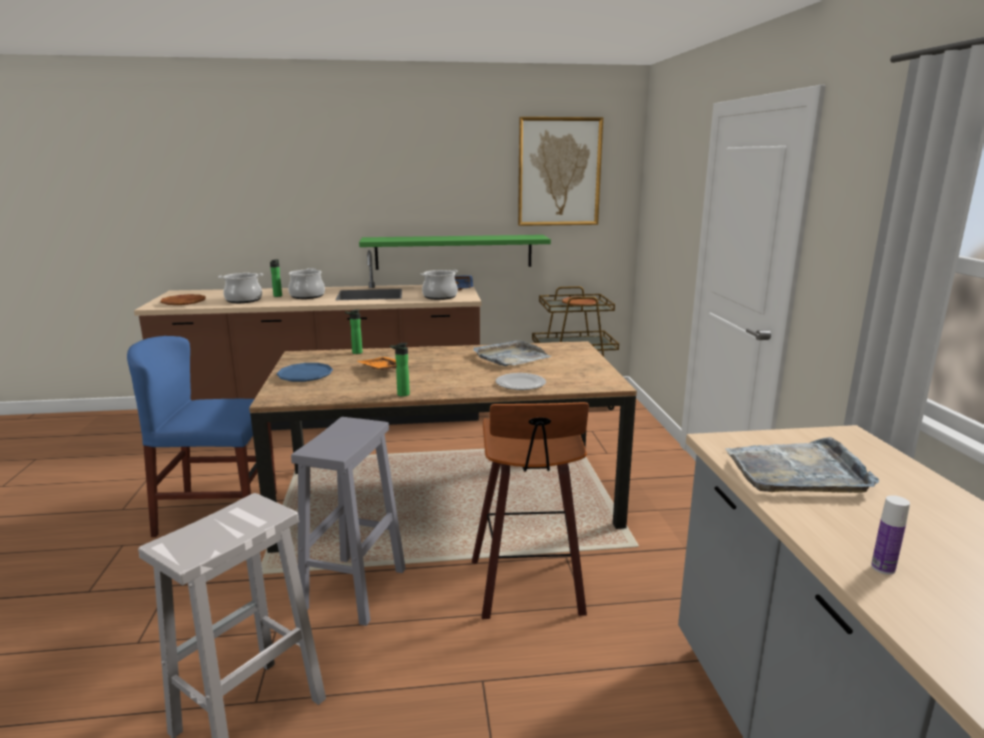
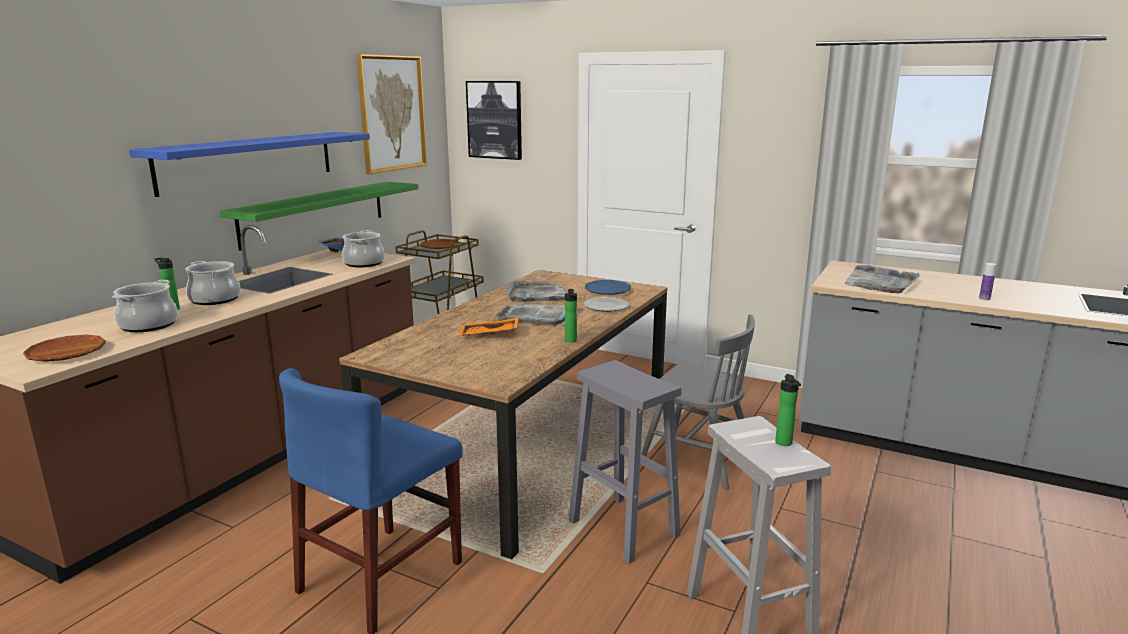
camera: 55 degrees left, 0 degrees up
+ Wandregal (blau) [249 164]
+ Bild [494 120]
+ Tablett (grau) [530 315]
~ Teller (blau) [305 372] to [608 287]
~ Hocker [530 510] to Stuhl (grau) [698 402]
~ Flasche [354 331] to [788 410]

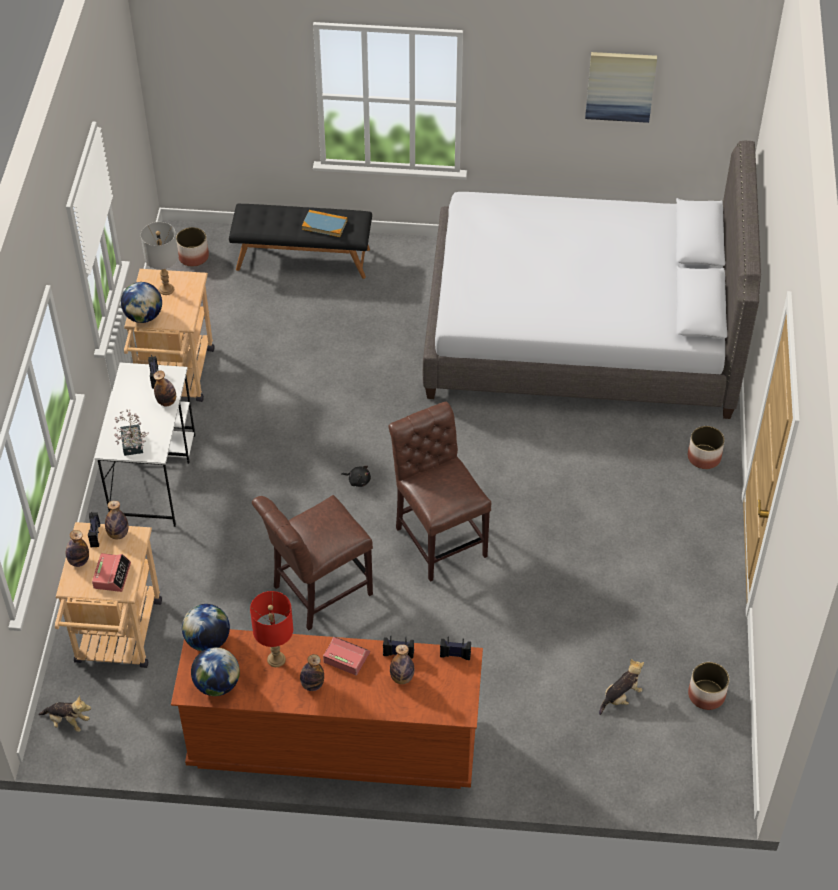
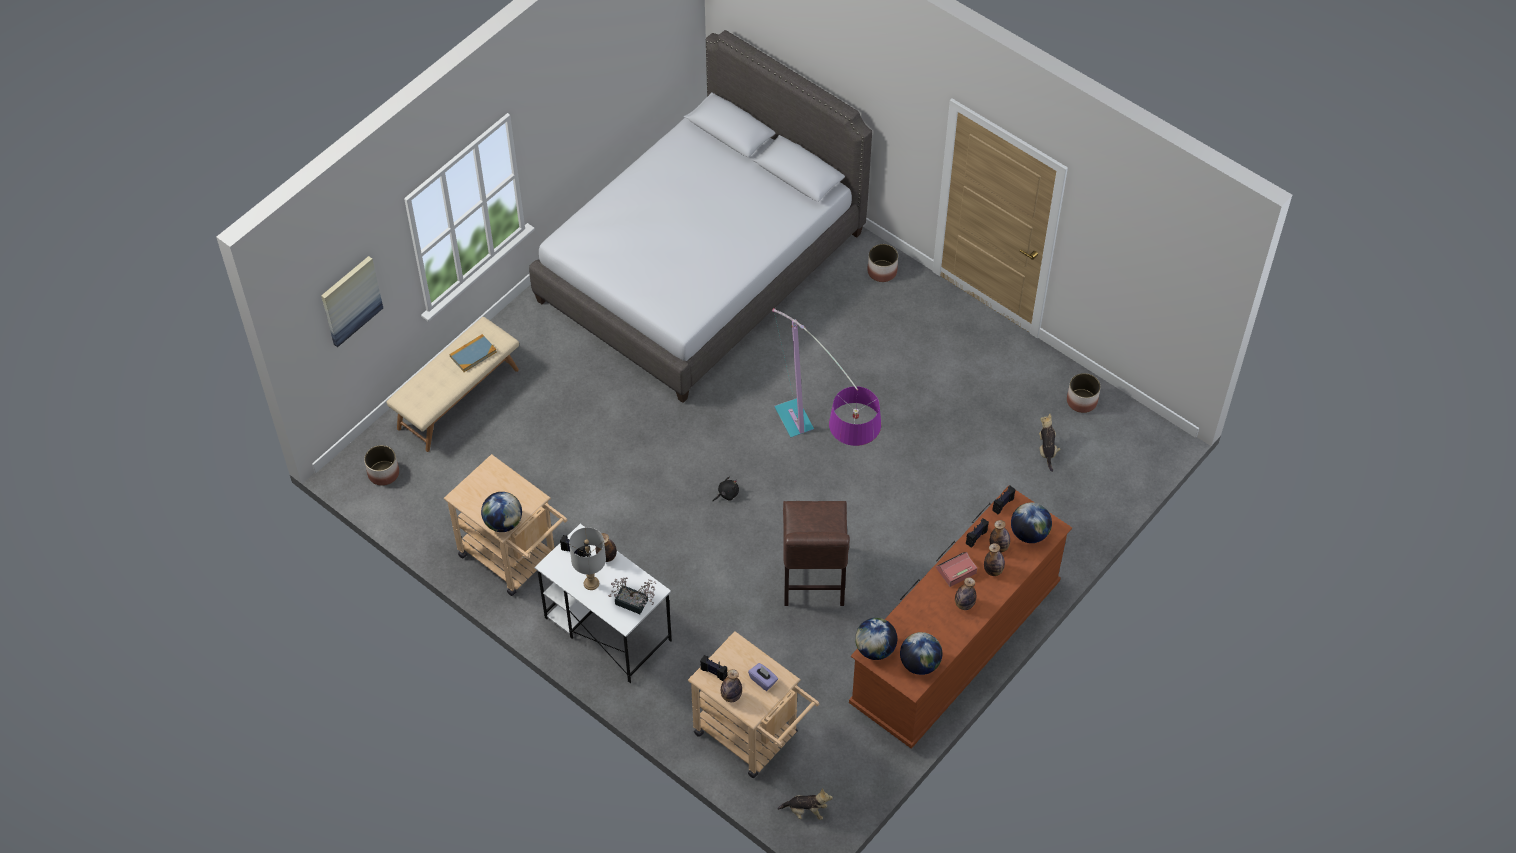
camera: 55 degrees left, 5 degrees up
~ Bild [621 87] to [352 301]
~ Bank (schwarz) [300 241] to Bank (beige) [453 384]
~ Tischlampe (grau) [160 258] to [587 558]
~ Wecker [111 572] to Taschentuchbox (lila) [763 677]
~ Stuhl (braun) [439 492] to Stehlampe [826 377]
~ Plüschtier [64 713] = [805 804] 45 degrees clockwise
~ Flasche [116 520] to [994 559]
+ Globus [1031 522]
- Tischlampe (rot) [271 629]

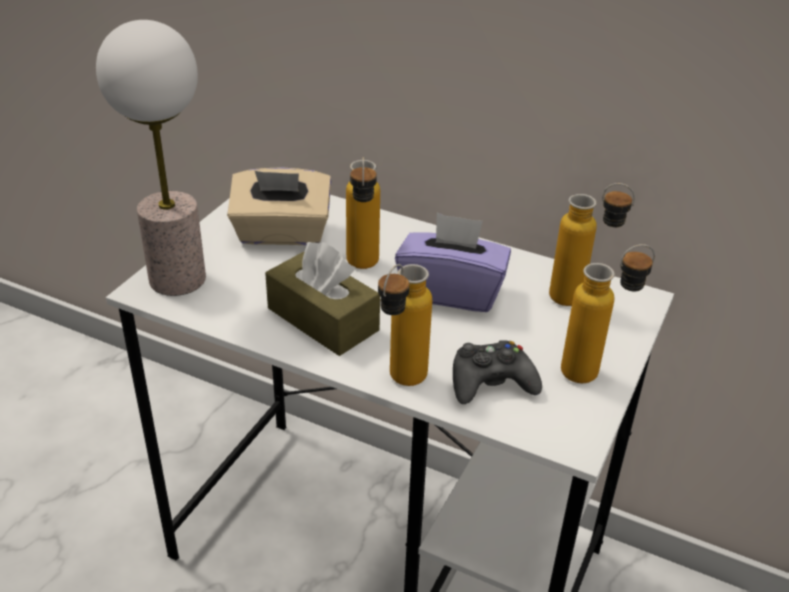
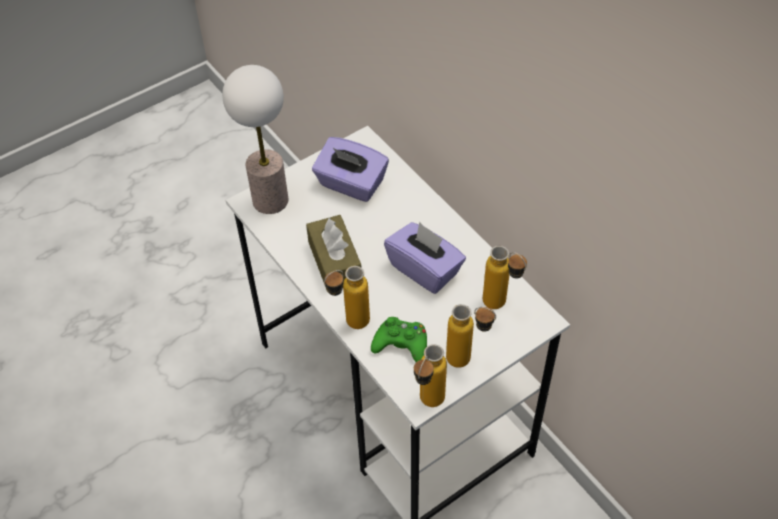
camera: 30 degrees right, 15 degrees up
~ Taschentuchbox (beige) [279 206] to Taschentuchbox (lila) [350 169]
~ Gamepad (schwarz) [497 372] to Gamepad (grün) [399 339]
~ Flasche [363 213] to [430 375]

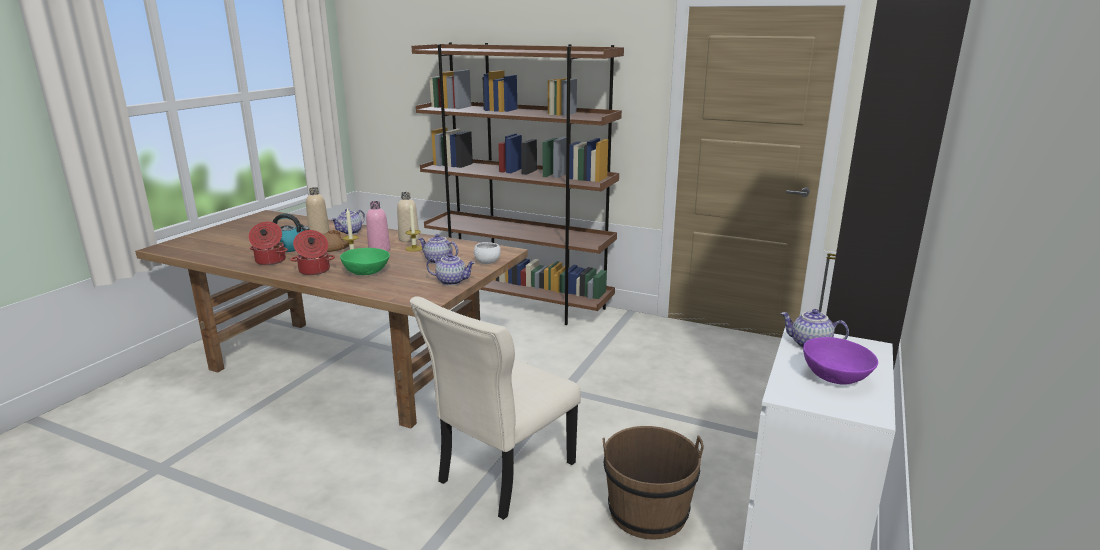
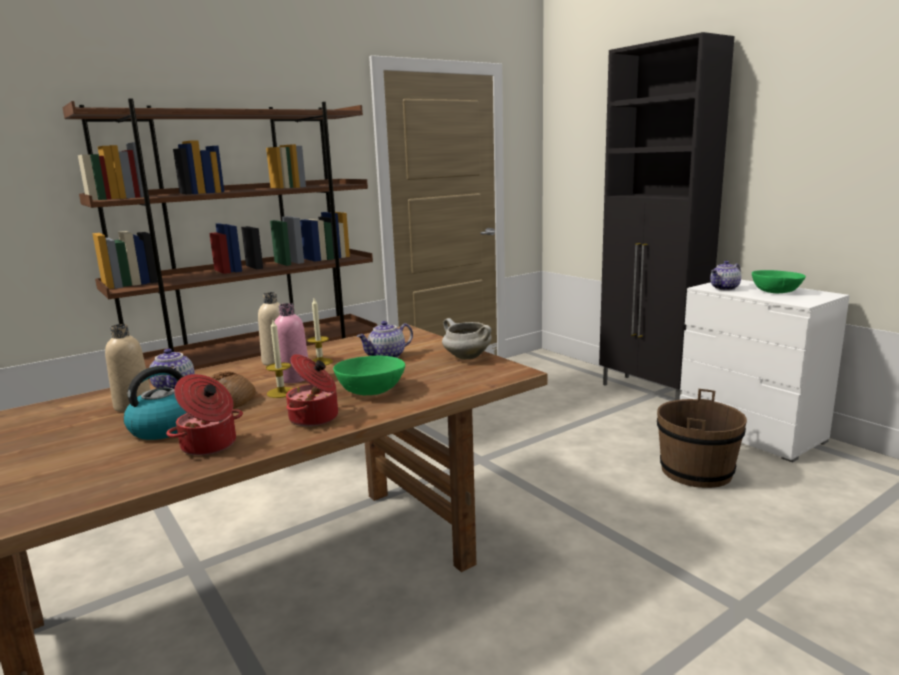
camera: 60 degrees left, 5 degrees down
~ Teekanne [450 269] to Kochtopf (weiß) [467 339]
~ Schüssel (lila) [840 361] to Schüssel (grün) [779 281]
- Stuhl (beige) [495 408]
- Schüssel (weiß) [487 253]

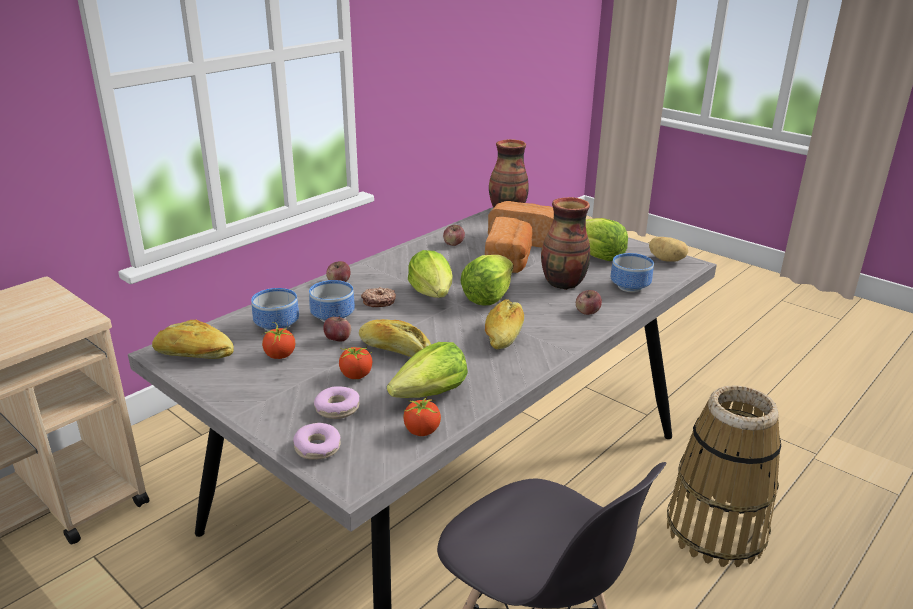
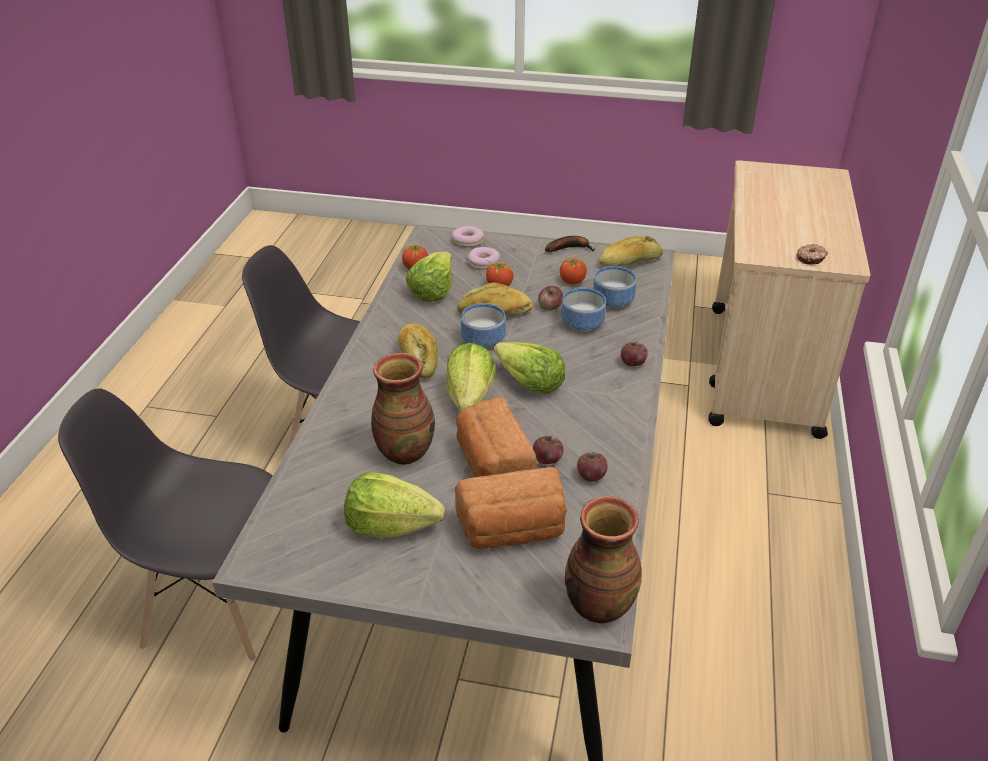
camera: 150 degrees right, 10 degrees up
~ Korb [724 476] to Stuhl (grau) [165 525]
~ Schüssel [632 272] to [483 326]
~ Apfel [589 302] to [548 450]
+ Banane [570 244]
~ Donut [378 297] to [812 254]
- Kartoffel [668 249]

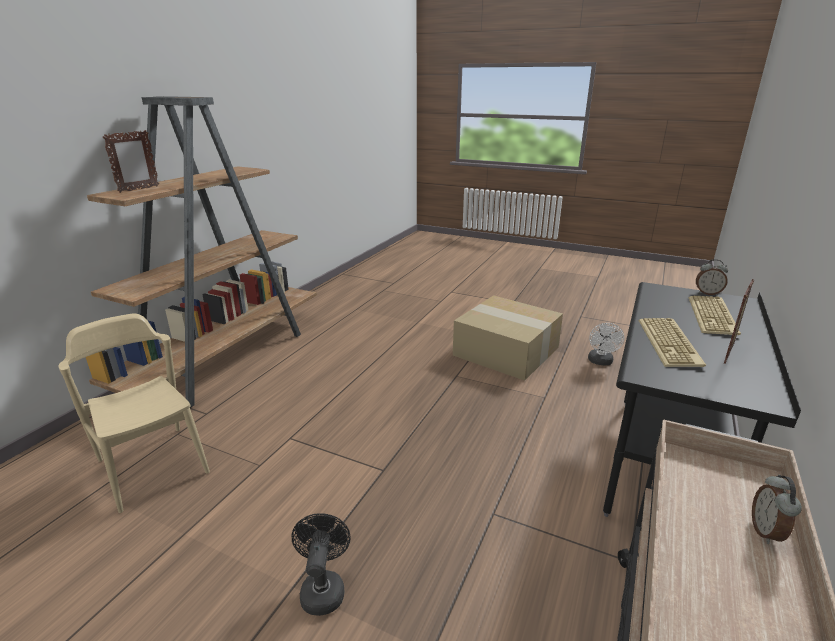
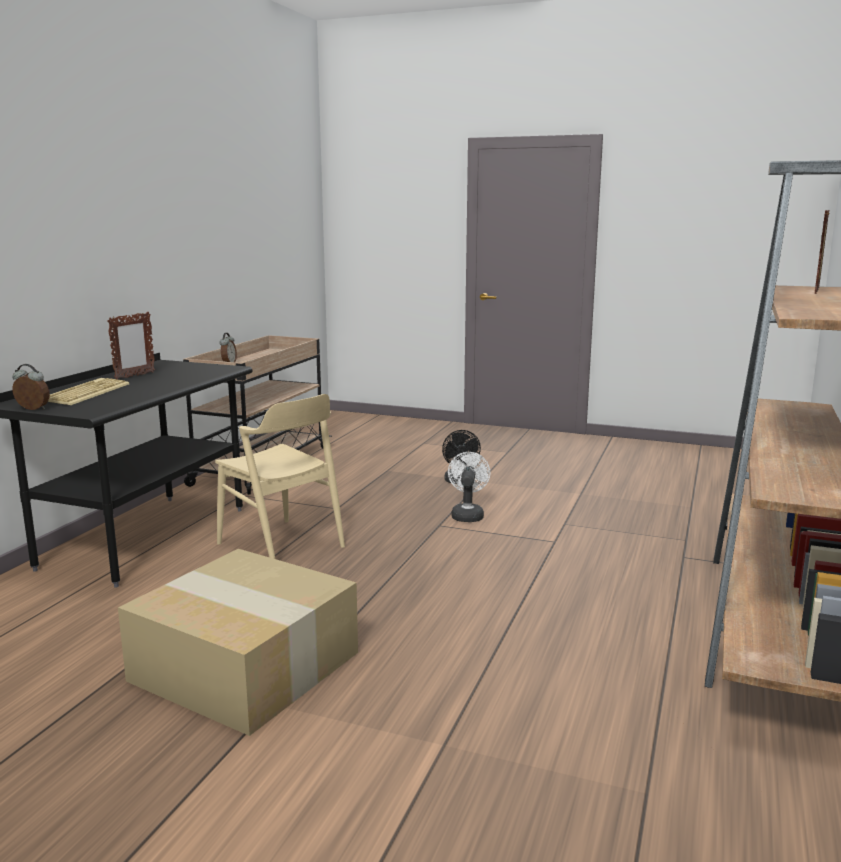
camera: 175 degrees right, 10 degrees down
~ Stuhl (beige) [134 413] to [280 476]
~ Ventilator (weiß) [606 344] to [469 487]
- Tastatur [672 342]

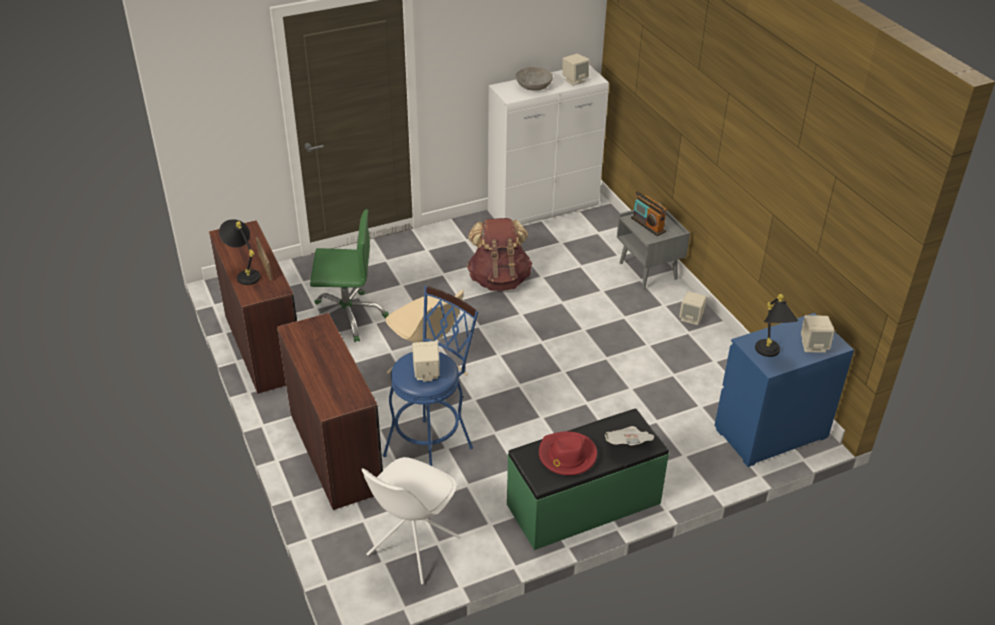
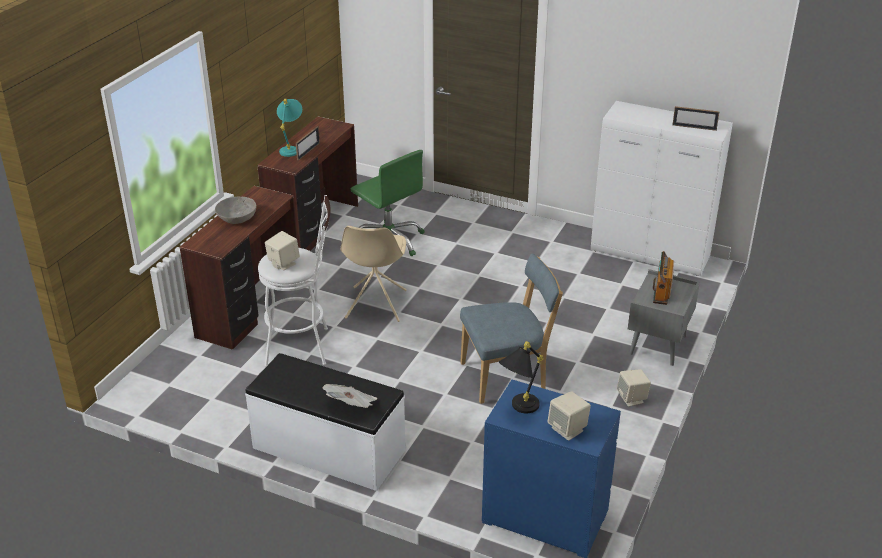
camera: 50 degrees right, 5 degrees down
~ Schüssel (grau) [534 78] to [235 210]
~ Bank (grün) [588 479] to Bank (weiß) [325 422]
~ Hocker (blau) [430 376] to Hocker (weiß) [294 281]
~ Tischlampe (schwarz) [239 252] to Tischlampe (türkis) [289 128]
+ Stuhl (blau) [511 329]
~ Lautsprecher (beige) [575 70] to Bilderrahmen [696 118]
- Stuhl (weiß) [411 520]
- Rucksack (braun) [500 254]
- Hut (rot) [568 453]

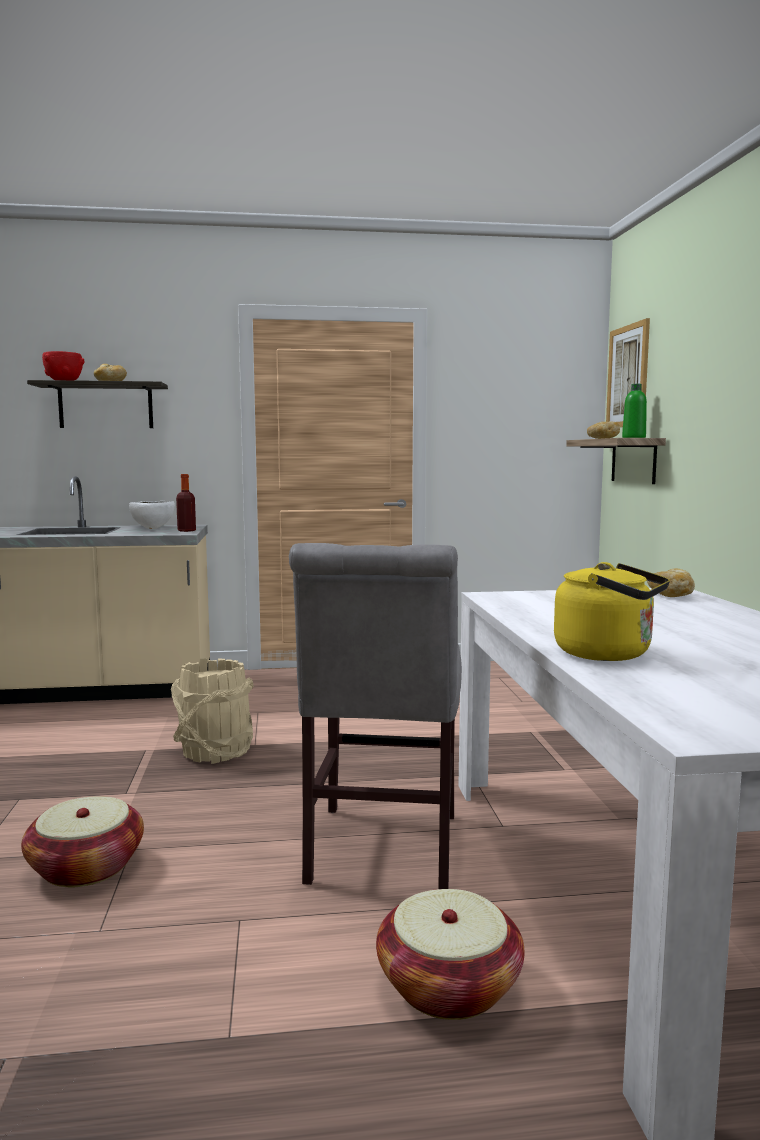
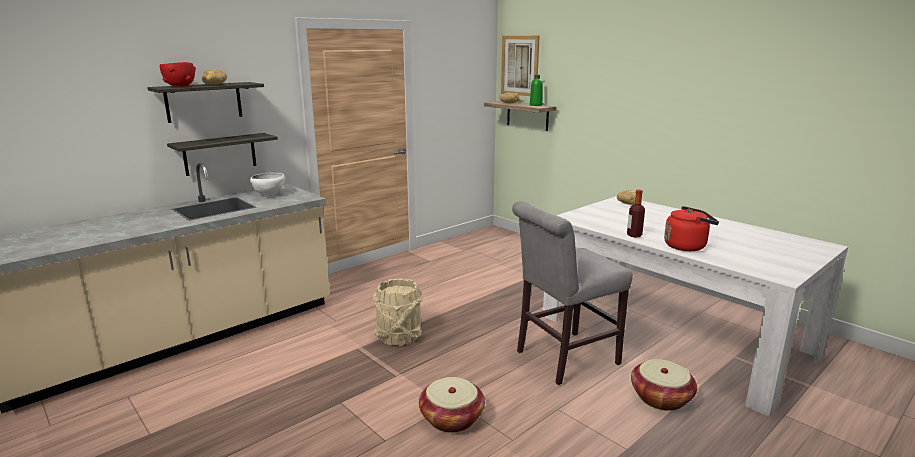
camera: 35 degrees left, 10 degrees up
+ Wandregal [222 154]
~ Stuhl (grau) [375 716] = [572 293] 90 degrees clockwise
~ Flasche [186 503] to [636 214]
~ Wasserkessel (gelb) [612 611] to Wasserkessel (rot) [691 228]

